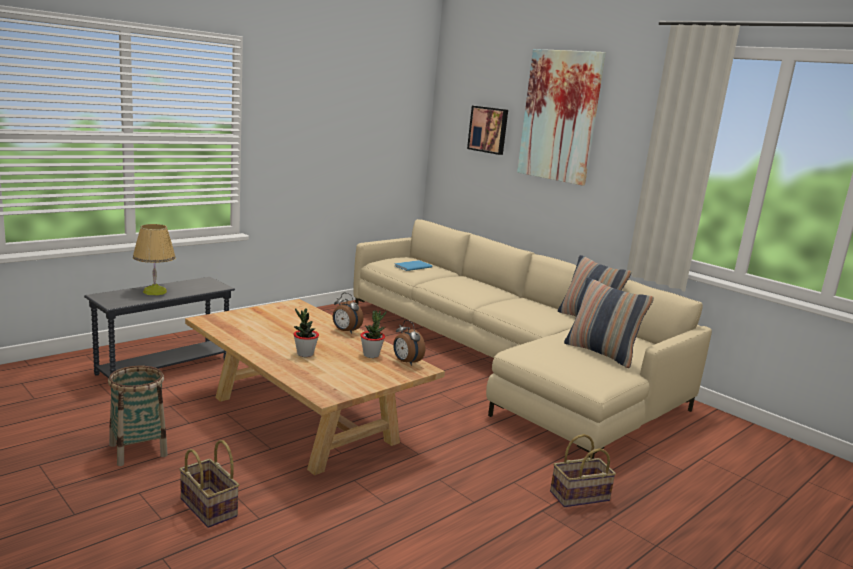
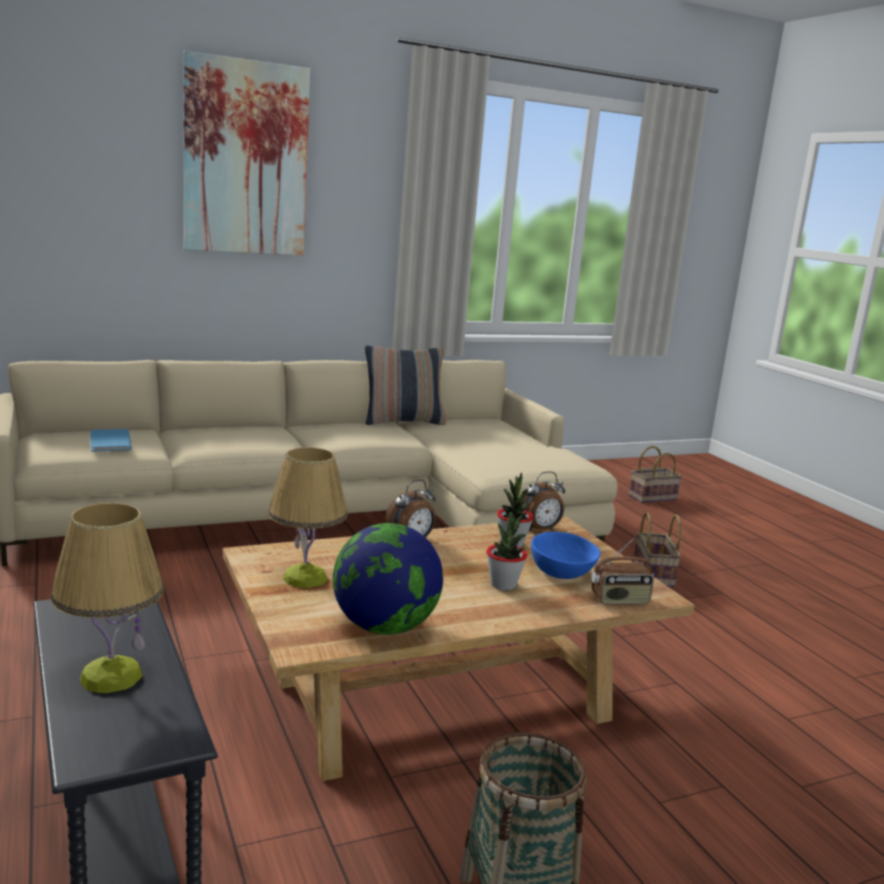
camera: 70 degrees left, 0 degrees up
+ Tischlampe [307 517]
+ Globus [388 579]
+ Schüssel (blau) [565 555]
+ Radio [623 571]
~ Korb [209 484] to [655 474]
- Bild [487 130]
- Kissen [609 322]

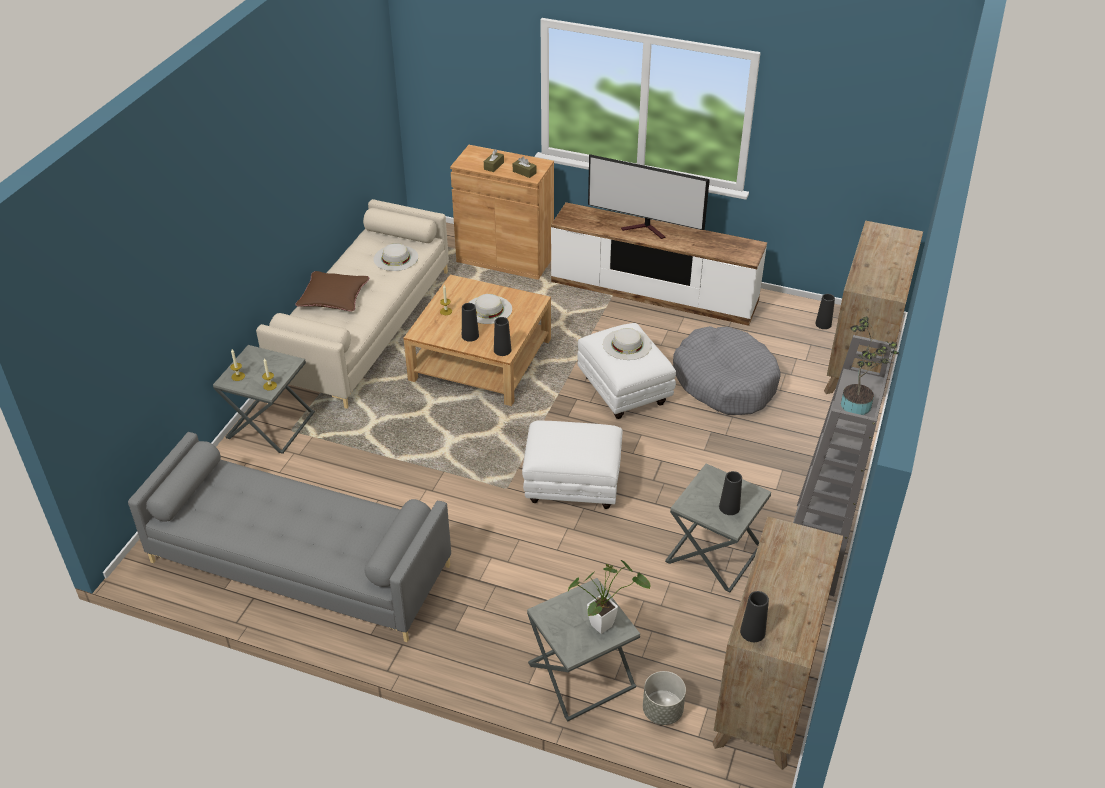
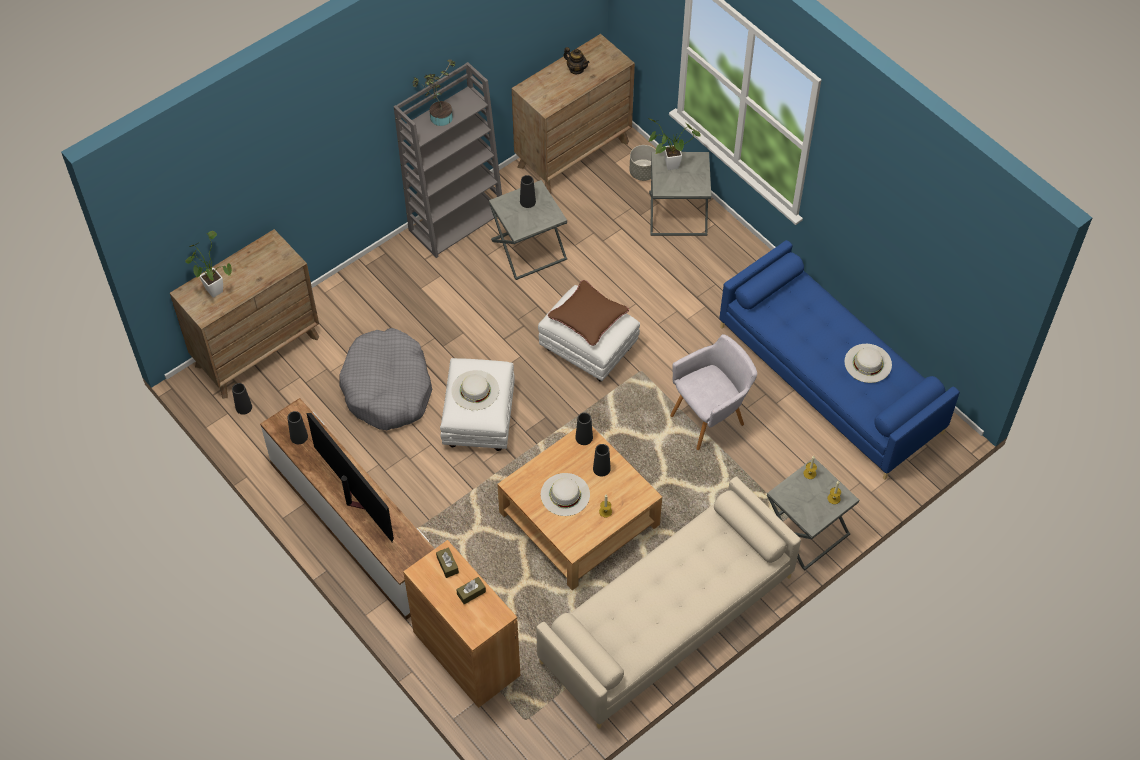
camera: 150 degrees left, 15 degrees up
+ Topfpflanze [208 264]
~ Vase (schwarz) [754 616] to [297 427]
~ Kissen (braun) [332 291] to [588 313]
+ Teekanne [576 60]
+ Sessel (grau) [713 392]
~ Sofa (grau) [289 537] to Sofa (blau) [839 360]
~ Hut (weiß) [395 257] to [868 363]

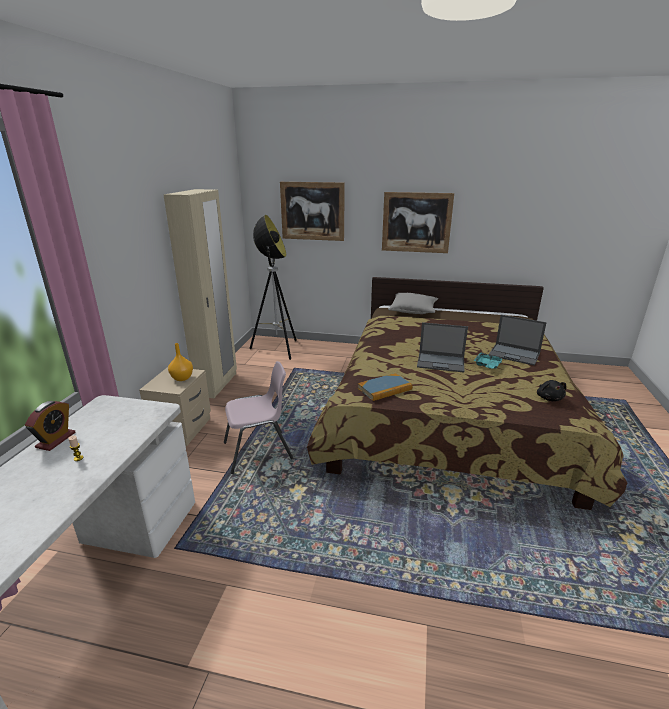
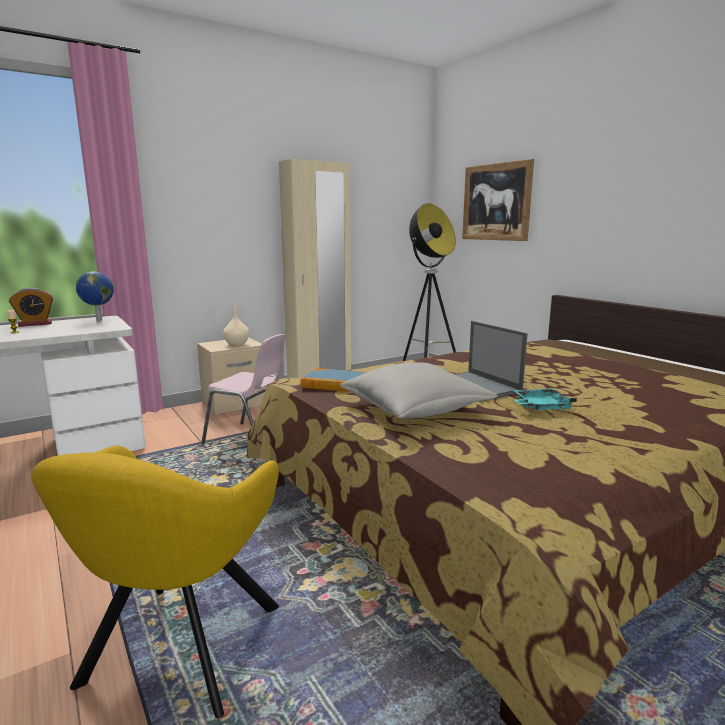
camera: 45 degrees right, 10 degrees down
+ Sessel (gelb) [155 582]
+ Globus [95 296]
~ Vase (orange) [180 362] to Vase (beige) [236 325]
~ Kissen (grau) [413 303] to [419 391]
- Bild [418 222]
- Laptop [518 340]
- Plüschtier (schwarz) [552 390]

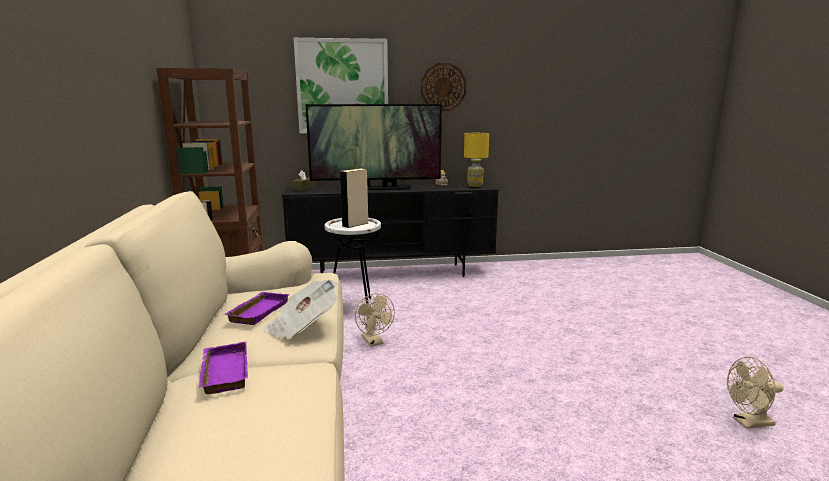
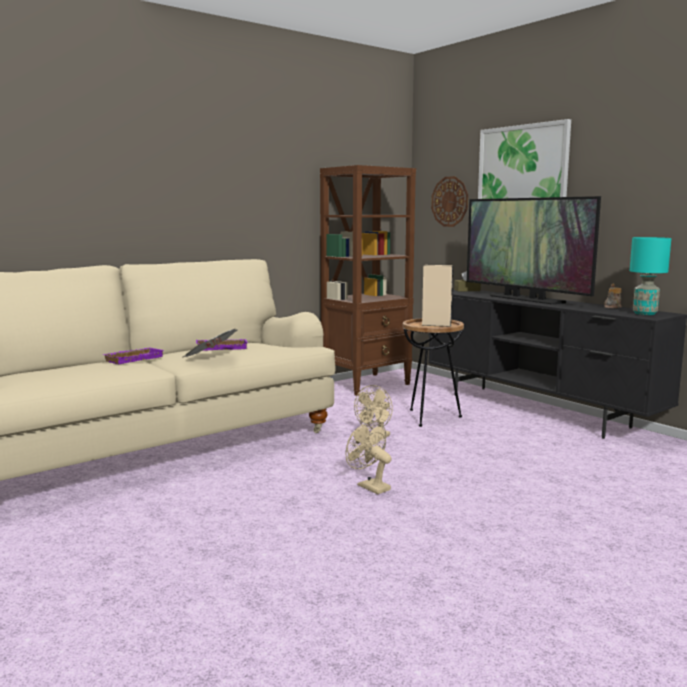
camera: 60 degrees right, 5 degrees down
~ Ventilator (beige) [755 393] to [369 458]
~ Beistelltisch (weiß) [353 261] to Beistelltisch (braun) [433 372]
~ Wanduhr [443 87] to [449 201]
~ Tischlampe (gelb) [476 160] to Tischlampe (türkis) [650 276]

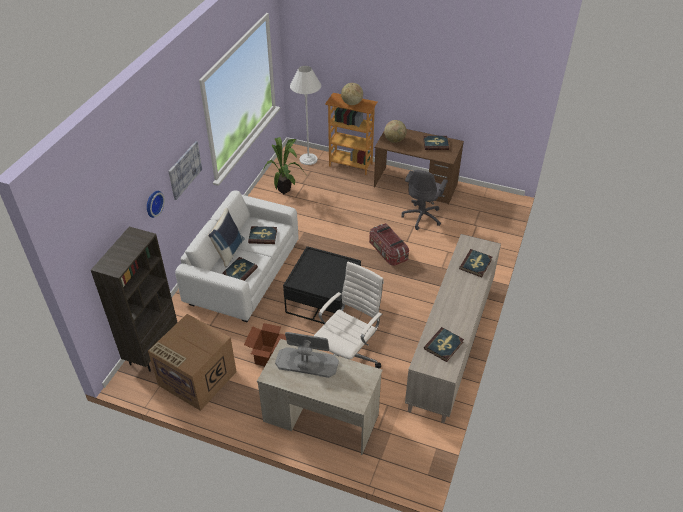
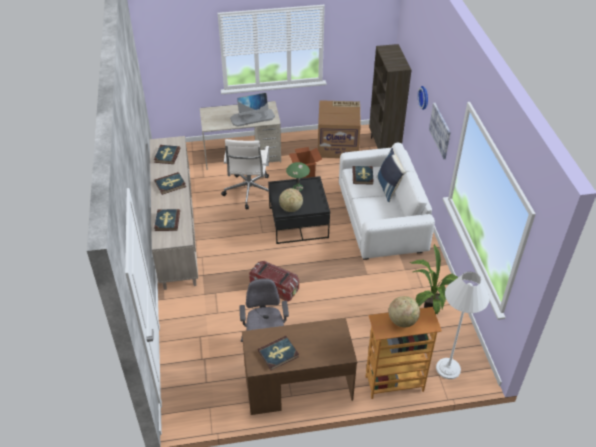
camera: 150 degrees right, 0 degrees up
~ Buch [262 235] to [170 183]
~ Globus [395 131] to [291 200]
+ Tischlampe (grün) [298 176]

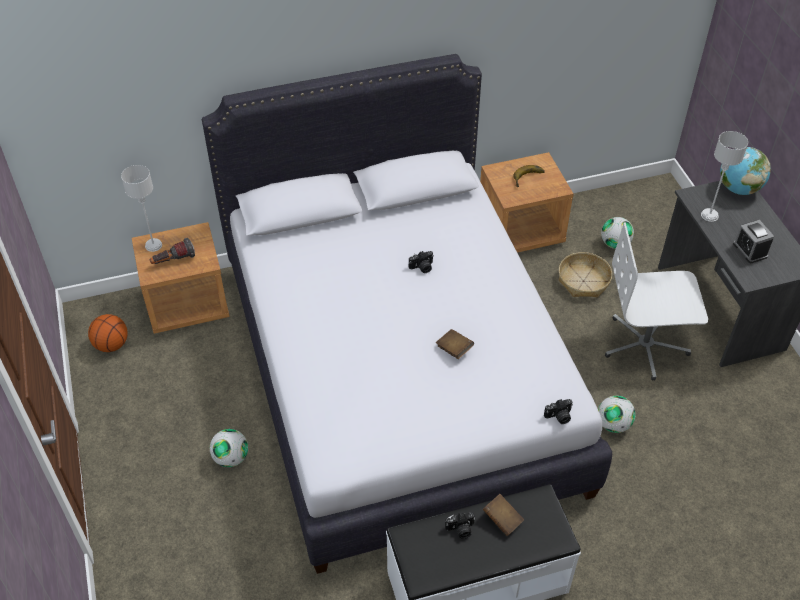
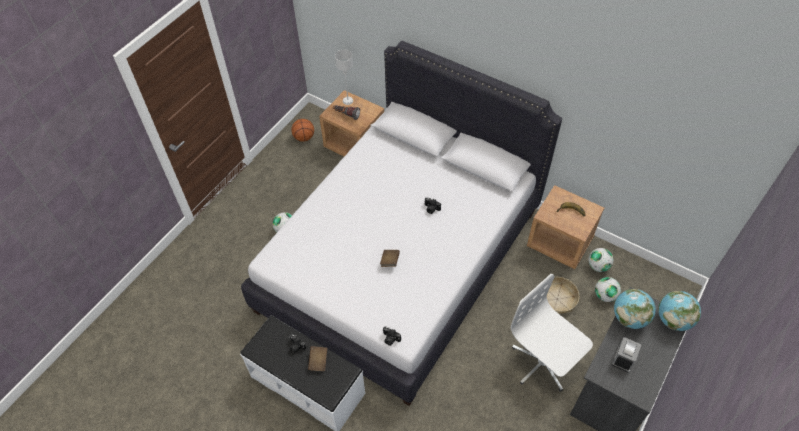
camera: 50 degrees right, 5 degrees up
~ Fußball [616 414] to [601 260]
~ Tischlampe (grau) [724 176] to Globus [635 309]

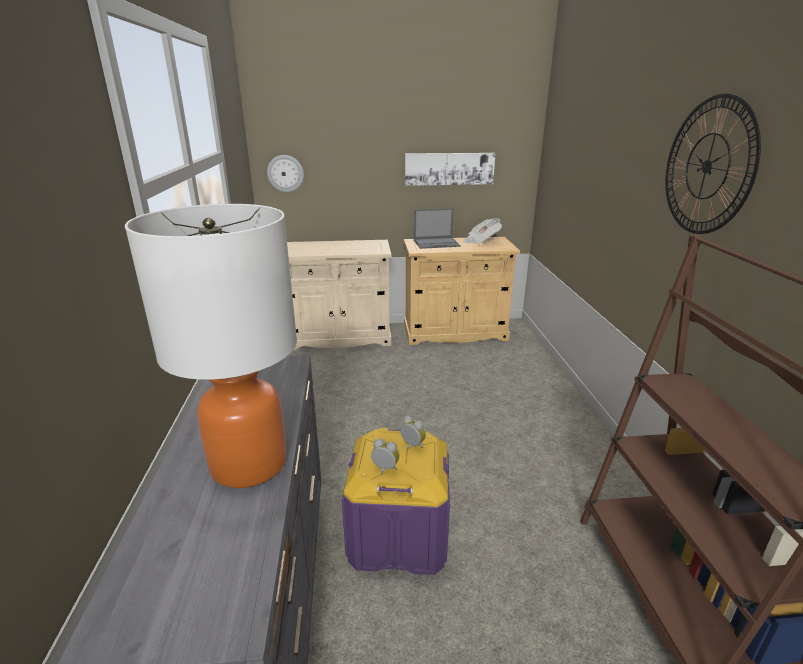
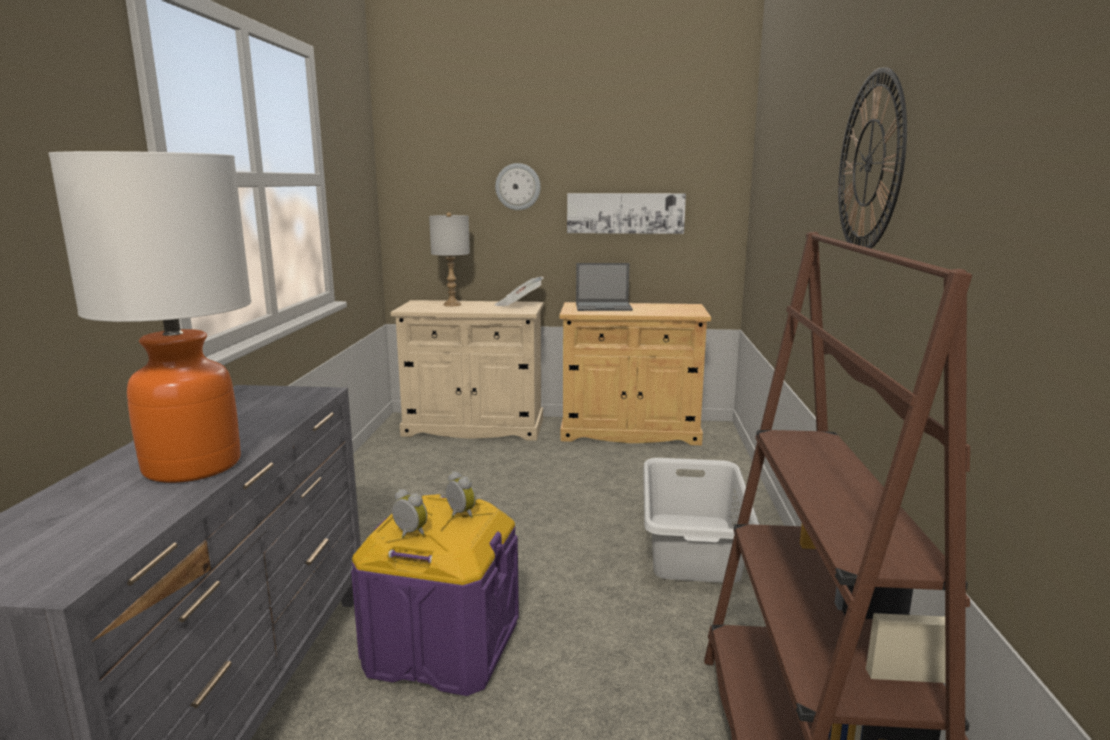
camera: 10 degrees right, 10 degrees down
+ Tischlampe (grau) [449 259]
~ Zeitung [482 231] to [519 291]
~ Wanduhr [285 173] to [518 186]
+ Wäschekorb (grau) [701 520]

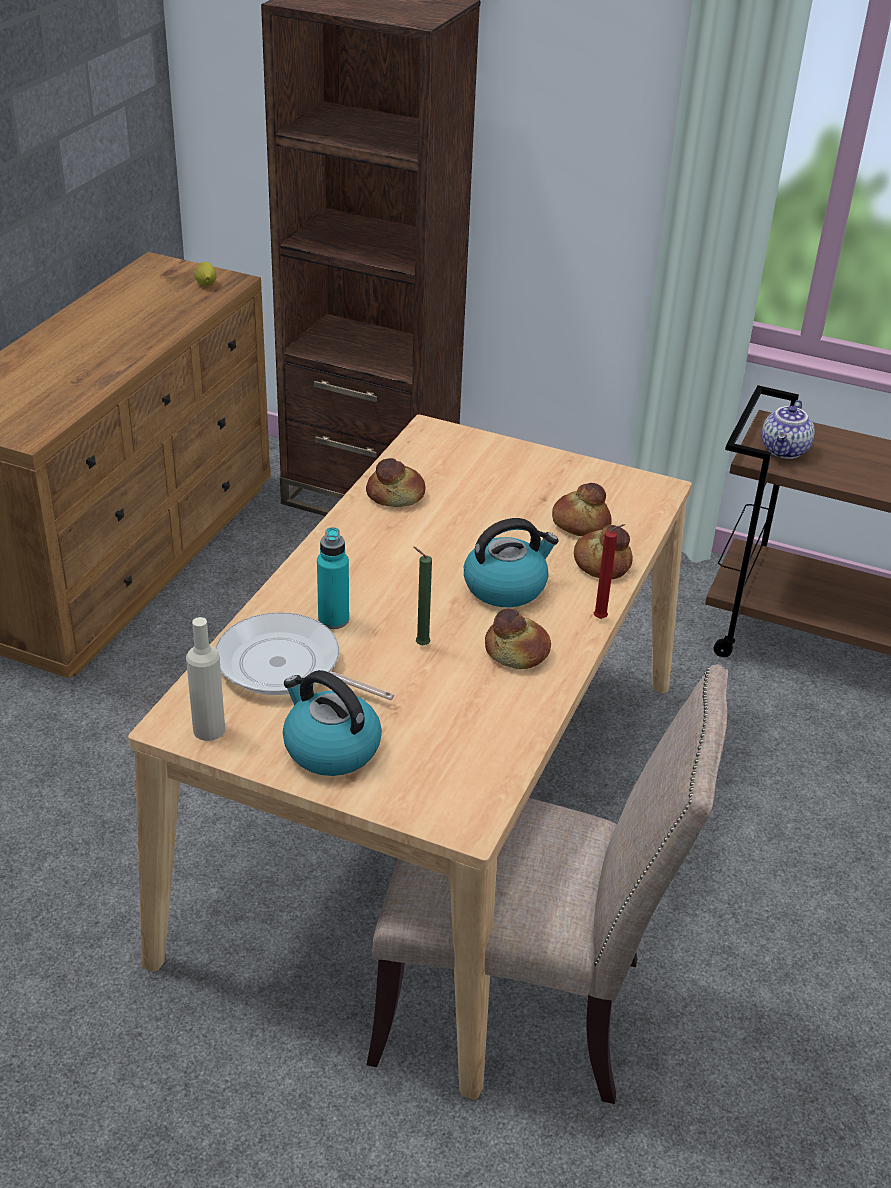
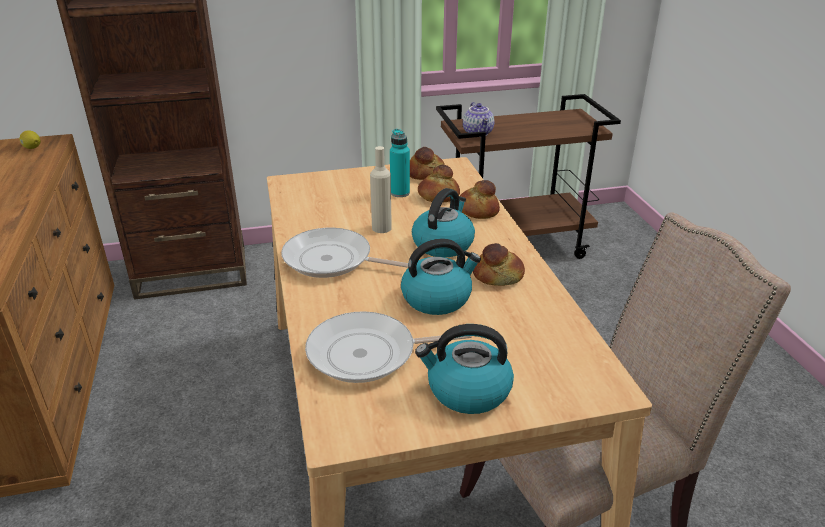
camera: 35 degrees left, 5 degrees down
+ Pfanne [344 253]
~ Flasche (beige) [205 679] to [381 189]
~ Flasche (türkis) [333 578] to [400 163]
~ Kerze (grün) [423 596] to Wasserkessel [441 276]
~ Brot [396 482] to [427 163]
- Kerze (rot) [609 571]

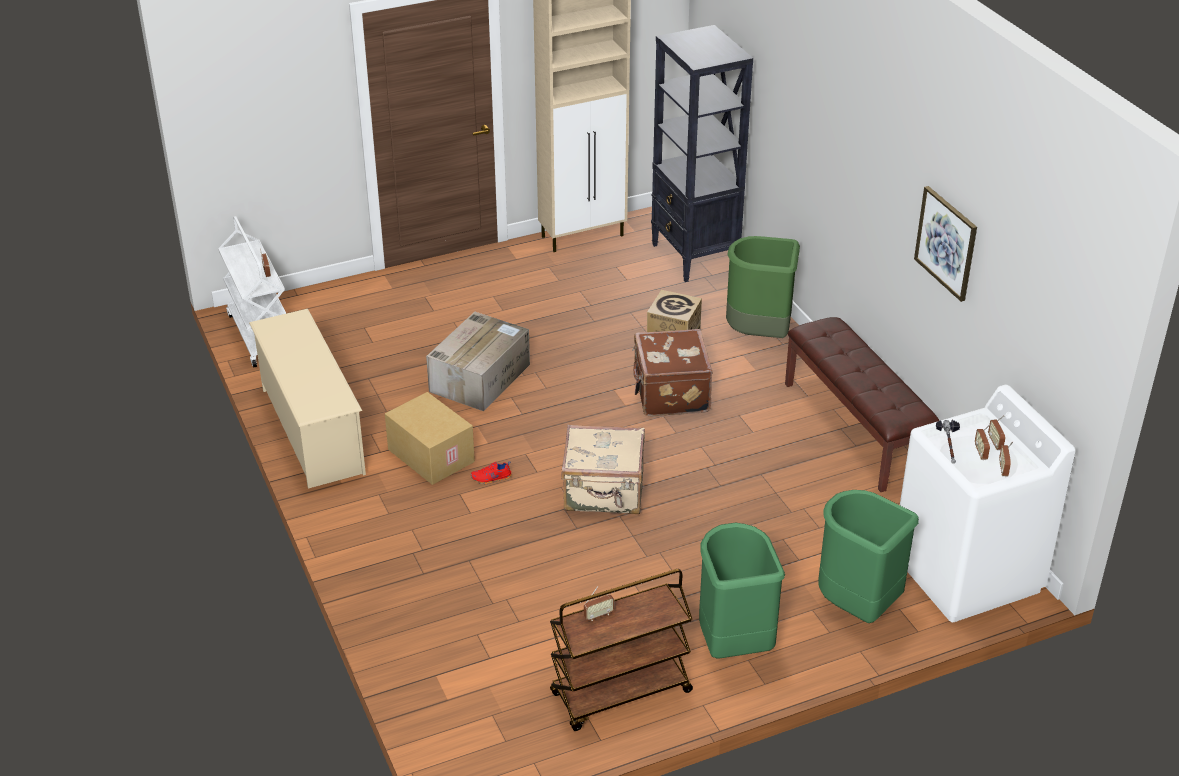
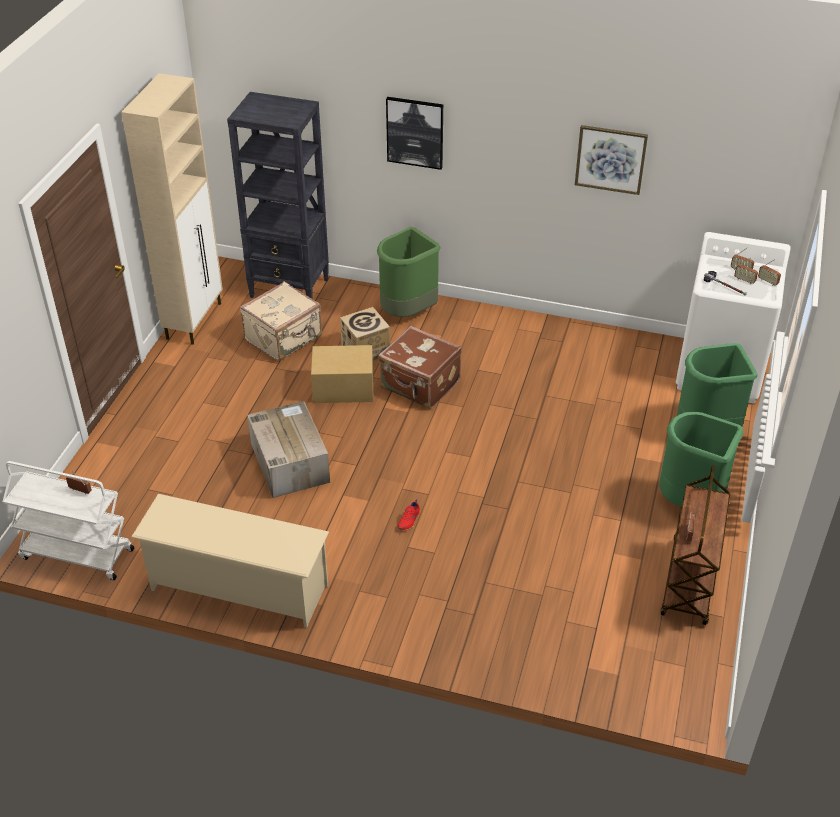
camera: 50 degrees left, 5 degrees up
~ Koffer (beige) [603 469] to [281 321]
~ Karton [430 438] to [342 374]
+ Bild [414 133]
- Bank (braun) [862 404]

